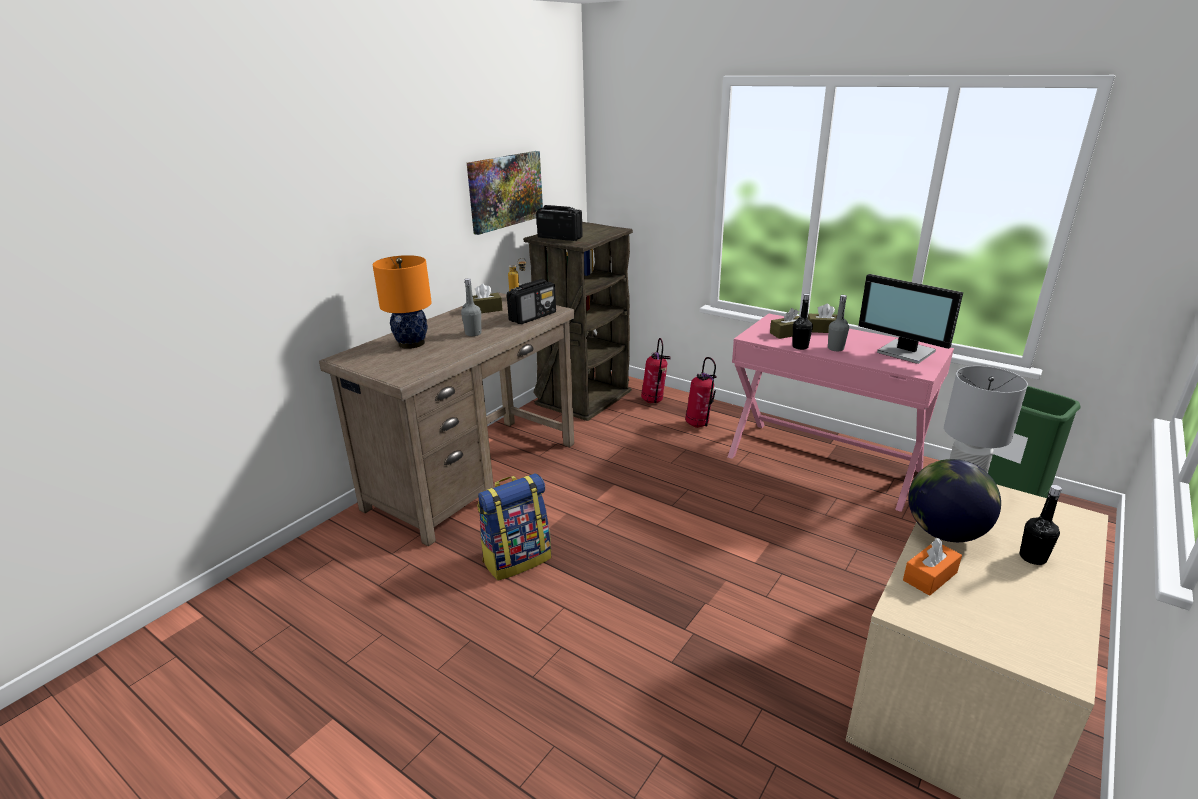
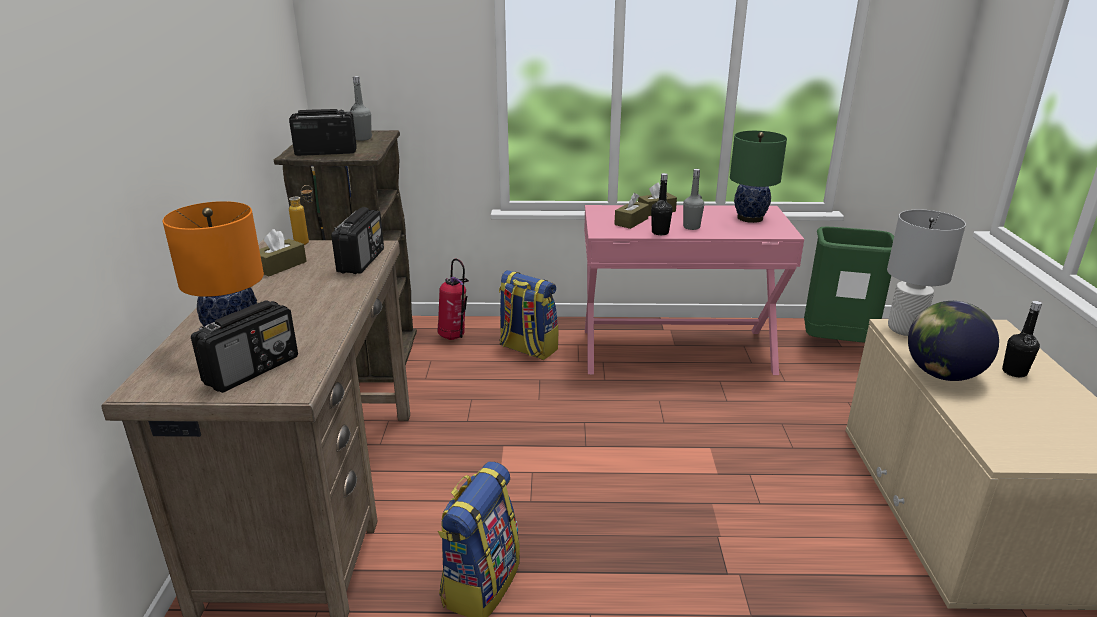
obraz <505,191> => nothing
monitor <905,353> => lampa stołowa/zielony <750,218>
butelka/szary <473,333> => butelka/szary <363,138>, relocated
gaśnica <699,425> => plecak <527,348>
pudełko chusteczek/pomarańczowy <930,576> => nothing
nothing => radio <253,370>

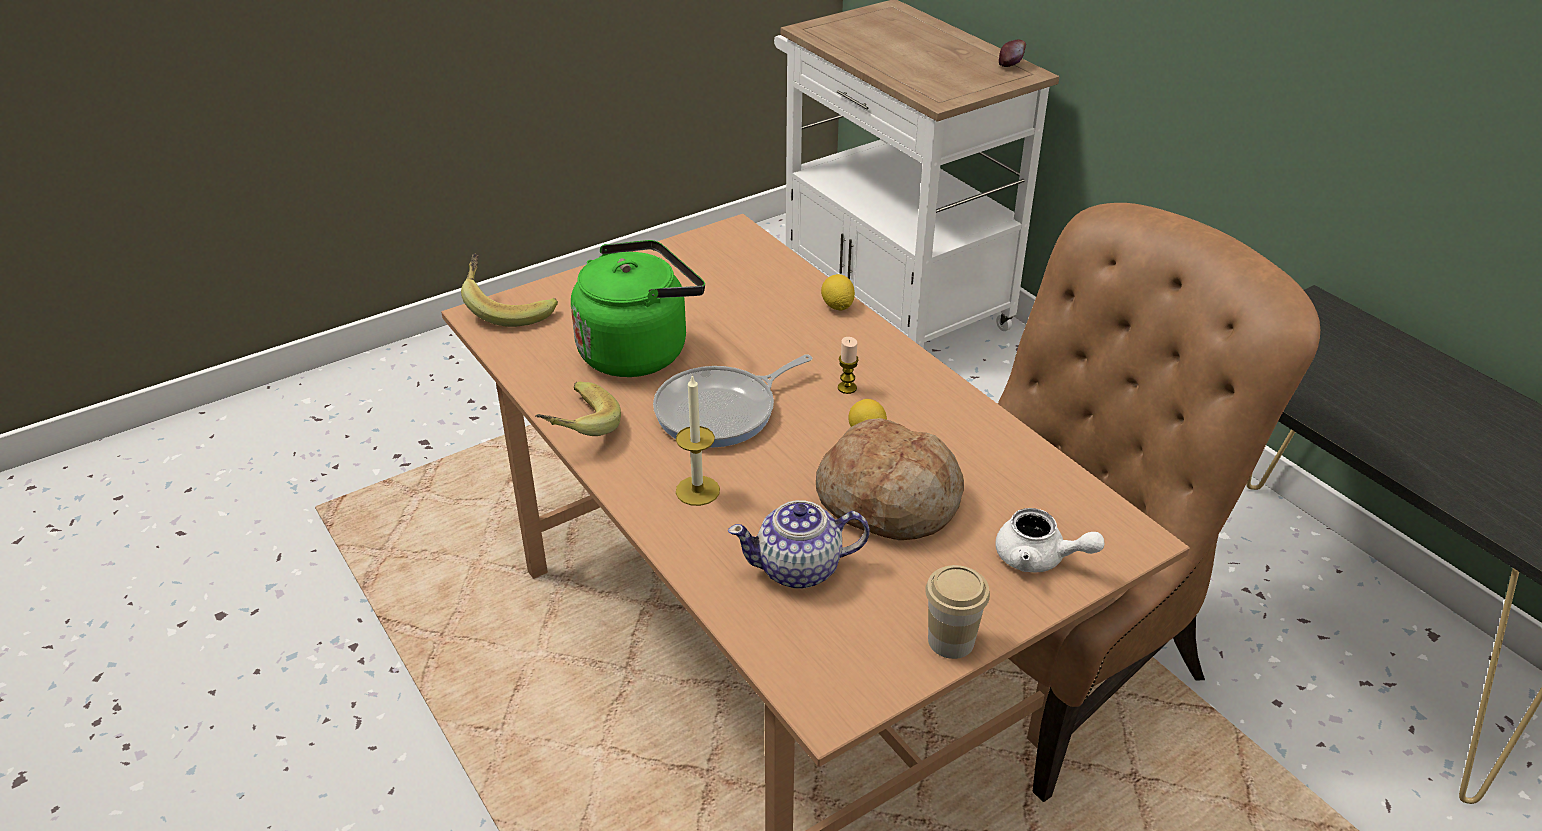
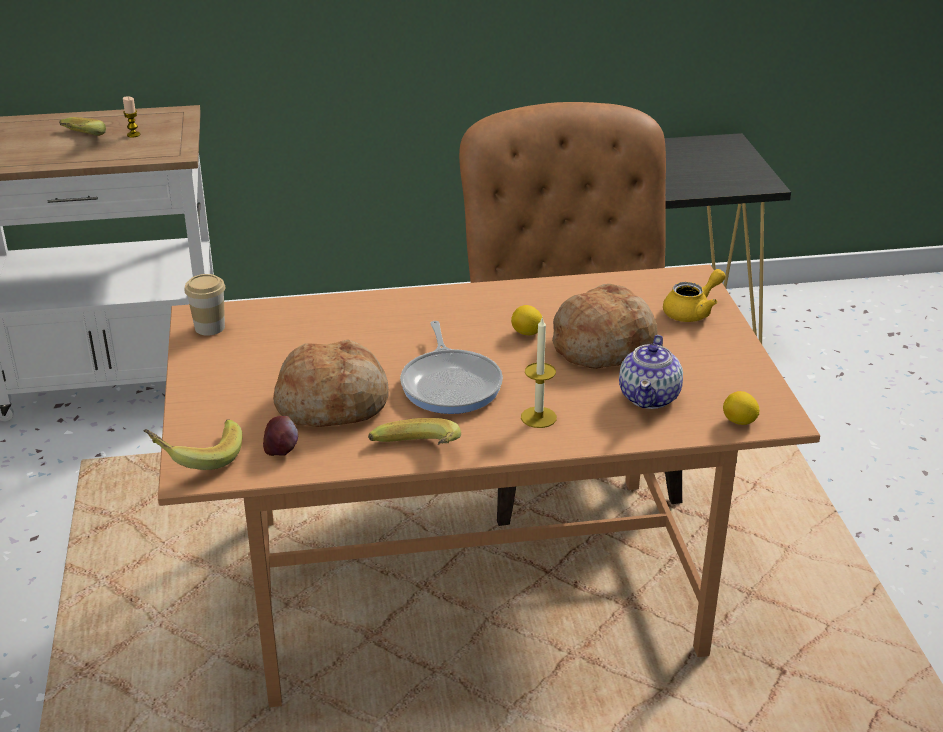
jabłko <1010,66> => jabłko <281,450>, relocated
czajnik/zielony <639,350> => chleb <333,403>
cytryna <837,306> => cytryna <739,422>, relocated
świeca <847,388> => świeca <133,134>, relocated
imbryk/biały <1039,559> => imbryk/żółty <692,311>
filiżanka <951,641> => filiżanka <209,327>, relocated
nothing => banan <75,142>

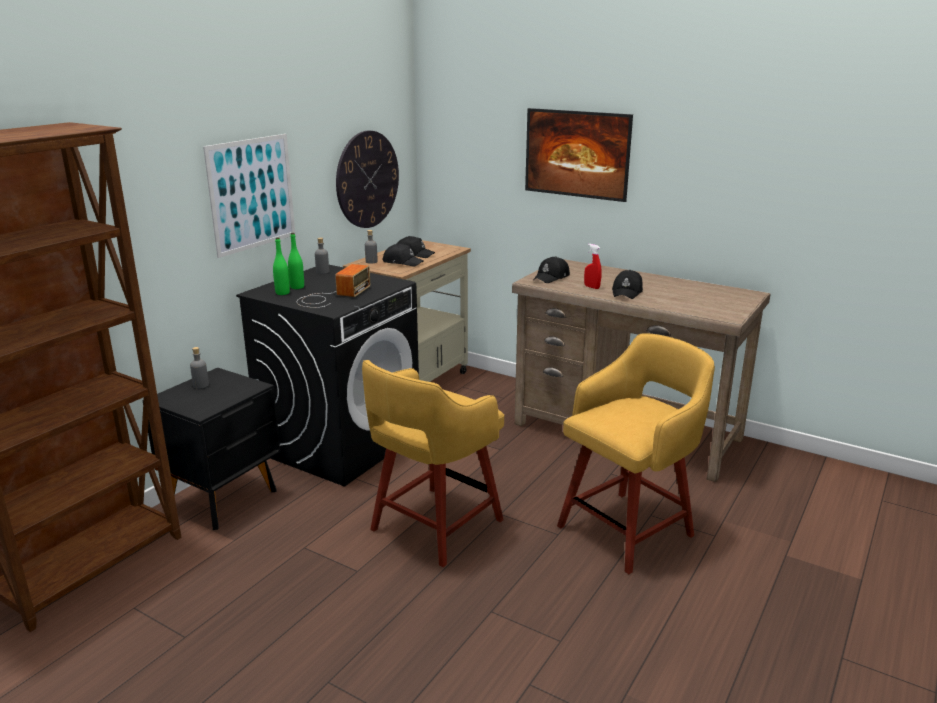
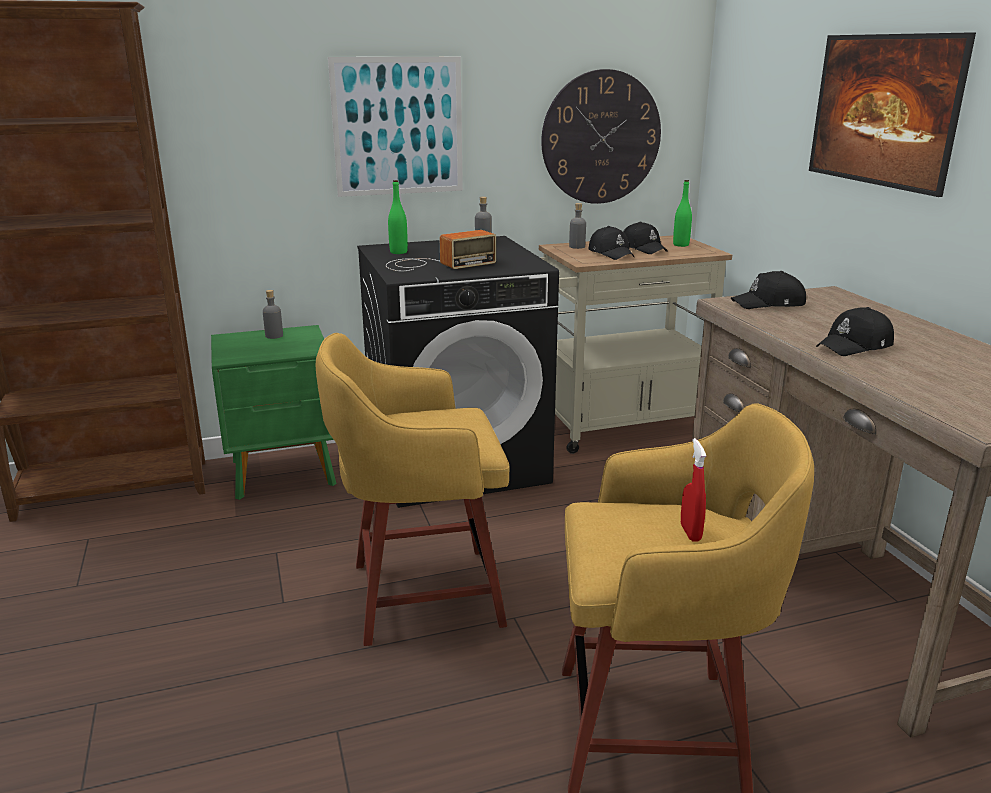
butelka/zielony <297,287> => butelka/zielony <681,245>, relocated
spryskiwacz/czerwony <591,287> => spryskiwacz/czerwony <690,533>, relocated
szafka nocna/czarny <224,498> => szafka nocna/zielony <285,473>

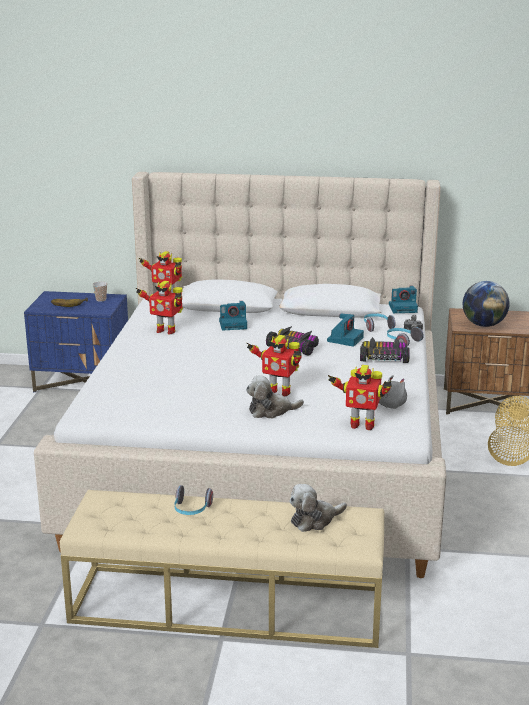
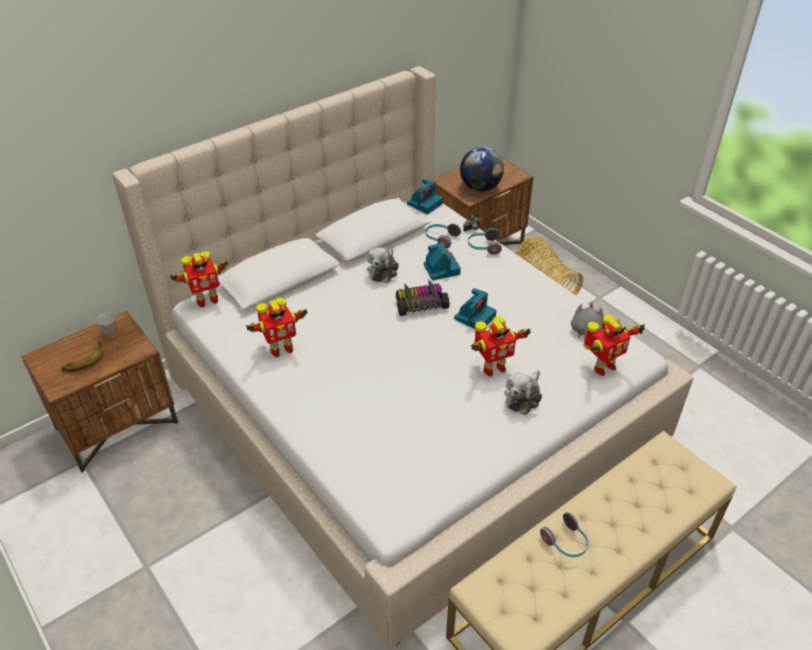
szafka nocna/niebieski <83,382> => szafka nocna/brązowy <118,425>
aparat fotograficzny <233,324> => aparat fotograficzny <475,317>, relocated
samochodzik <384,358> => nothing
pluszak <314,520> => pluszak <383,270>, relocated

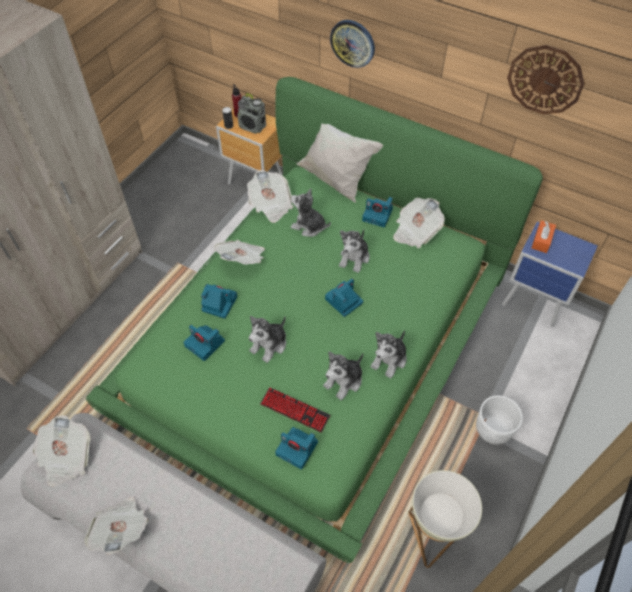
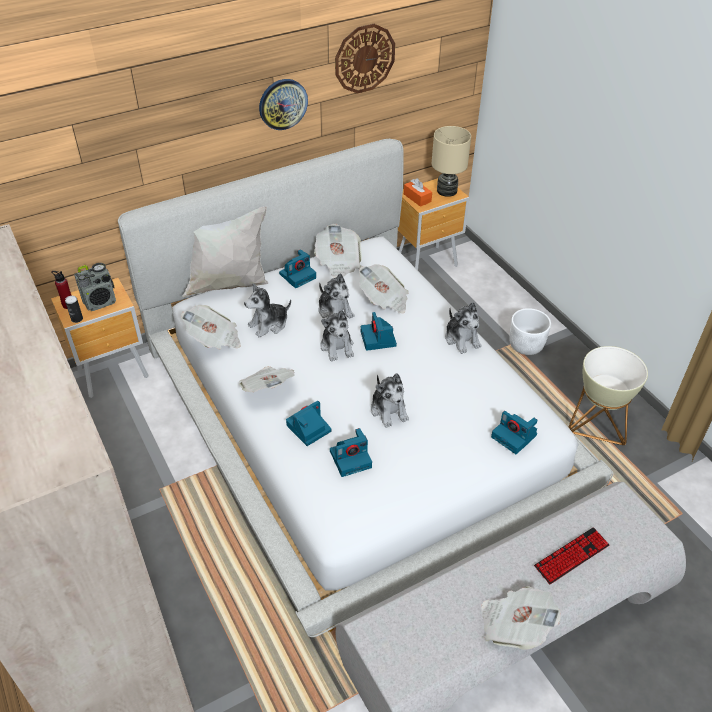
zegar ścienny <353,43> => zegar ścienny <283,104>, relocated
łóżko/zielony <316,339> => łóżko/biały <355,415>
szafka nocna/niebieski <534,304> => szafka nocna/brązowy <428,264>
pluszak <344,381> => pluszak <337,347>, relocated
klawiatura <295,410> => klawiatura <571,556>, relocated
gazeta <66,457> => gazeta <384,300>, relocated
aparat fotograficzny <298,448> => aparat fotograficzny <515,436>, 75 degrees clockwise
nothing => lampa stołowa/beżowy <447,191>

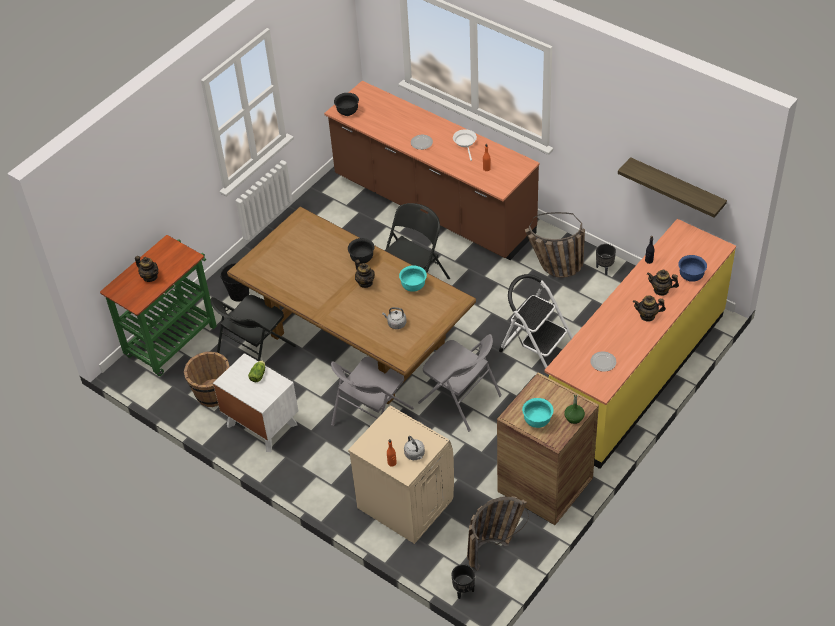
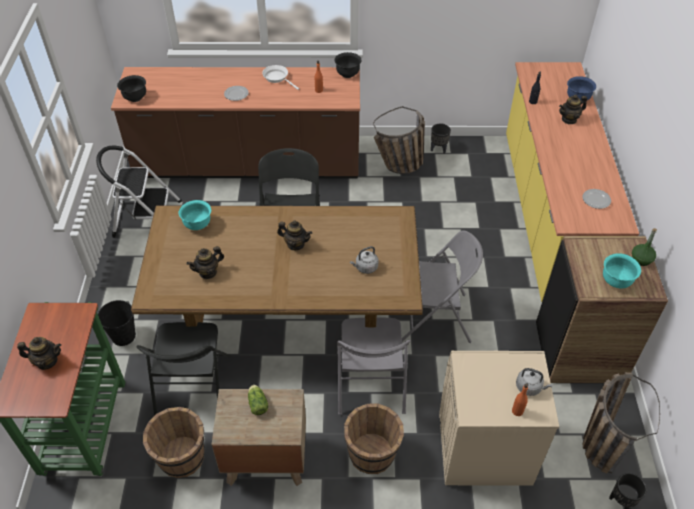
półka <676,188> => nothing
miska/czarny <362,259> => miska/czarny <348,74>, relocated
miska/turkusowy <413,286> => miska/turkusowy <197,225>, relocated
drabinka <535,347> => drabinka <145,218>, relocated
imbryk <647,316> => imbryk <208,272>, relocated
szafka nocna/biały <261,424> => szafka nocna/brązowy <265,459>
nothing => wiadro/brązowy <372,454>

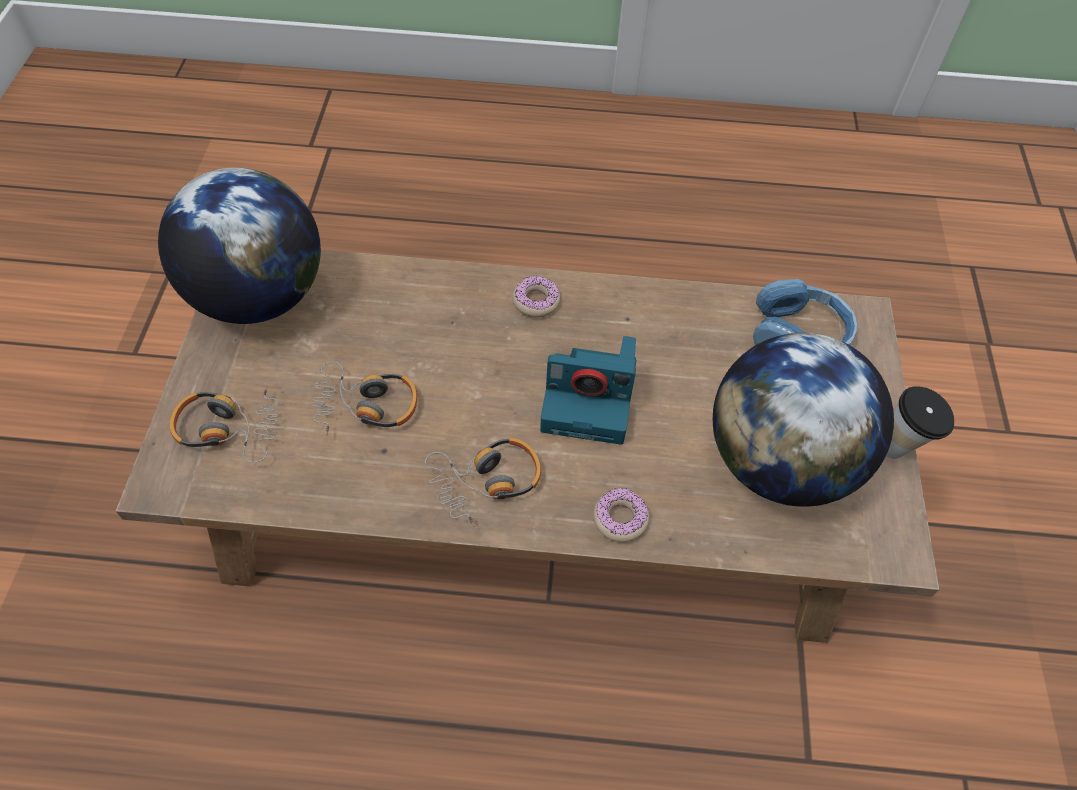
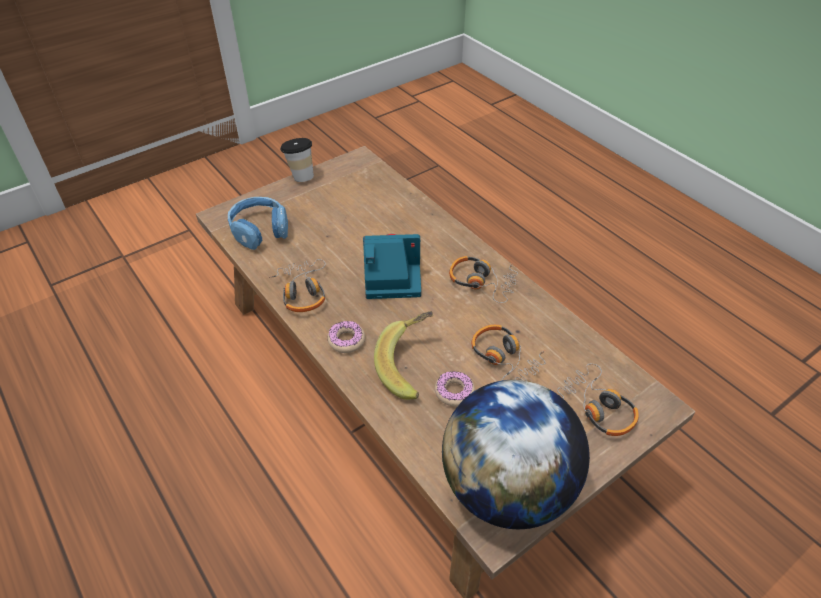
globus <779,461> => nothing
aparat fotograficzny <590,400> => aparat fotograficzny <390,277>, 60 degrees counterclockwise
donut <620,519> => donut <454,392>, relocated
nothing => słuchawki <302,291>
nothing => banan <411,366>

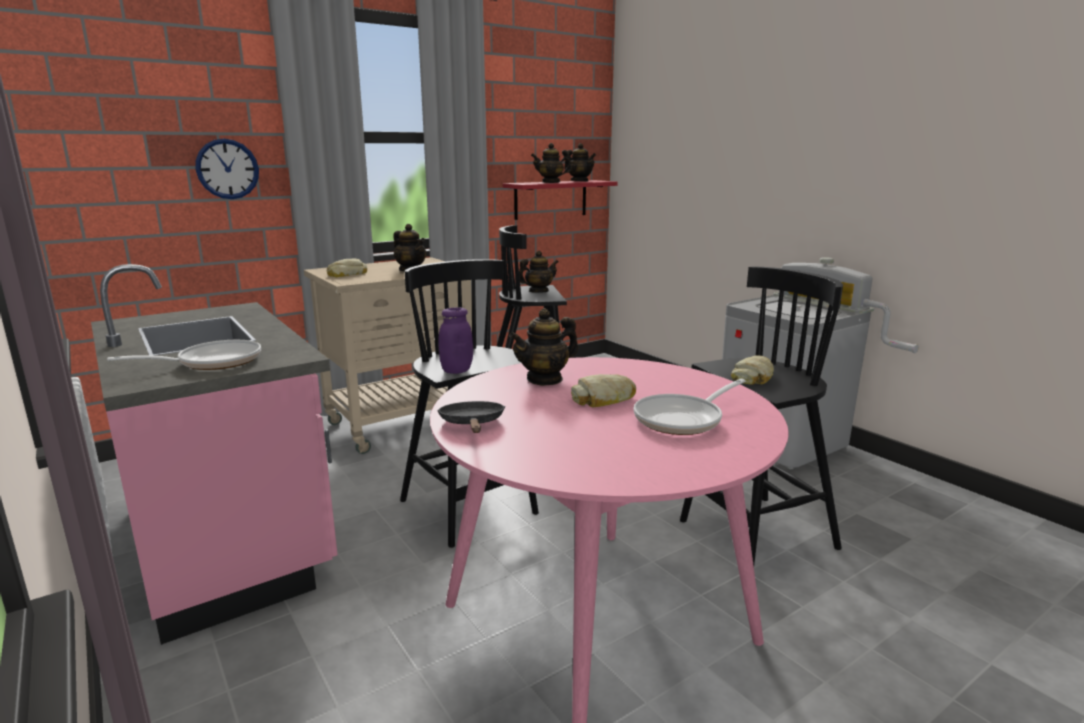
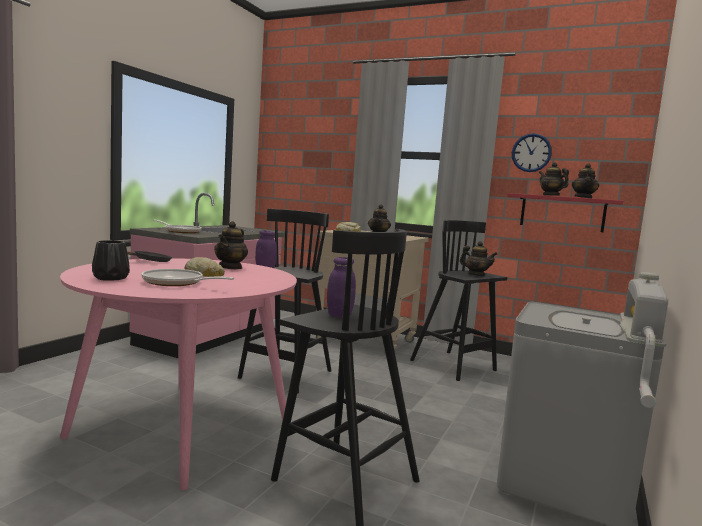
zegar ścienny <227,169> => zegar ścienny <531,153>, relocated
imbryk <545,379> => imbryk <231,267>, 105 degrees counterclockwise
chleb <754,377> => słoik/fioletowy <339,315>
nothing => wazon/czarny <111,278>

